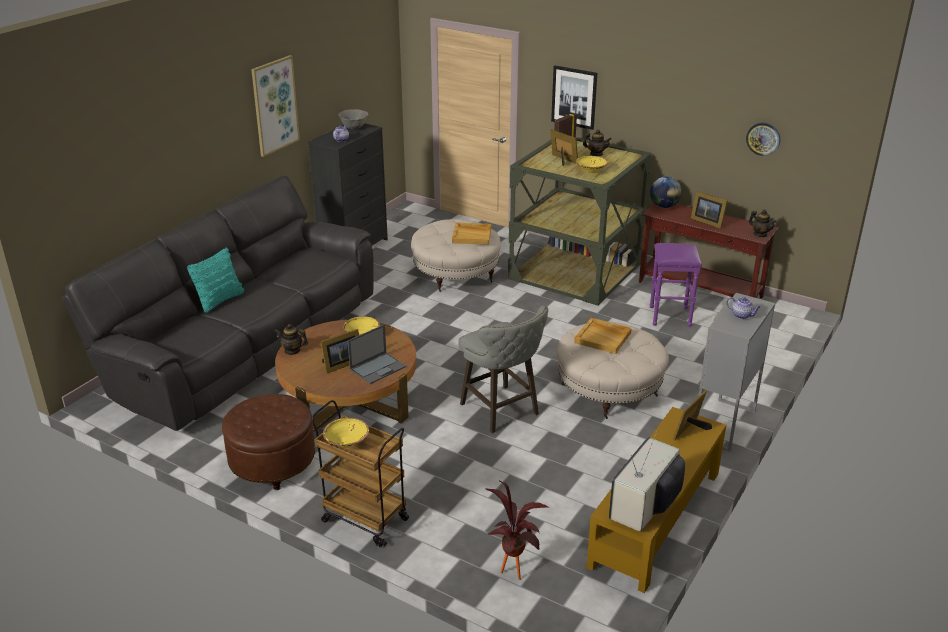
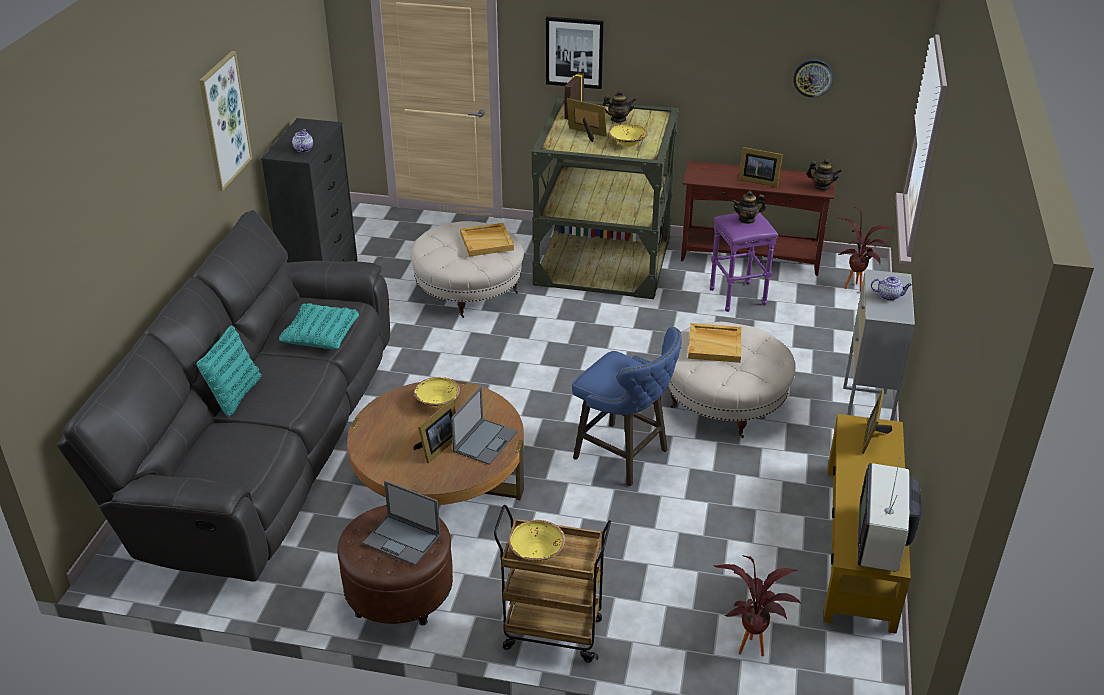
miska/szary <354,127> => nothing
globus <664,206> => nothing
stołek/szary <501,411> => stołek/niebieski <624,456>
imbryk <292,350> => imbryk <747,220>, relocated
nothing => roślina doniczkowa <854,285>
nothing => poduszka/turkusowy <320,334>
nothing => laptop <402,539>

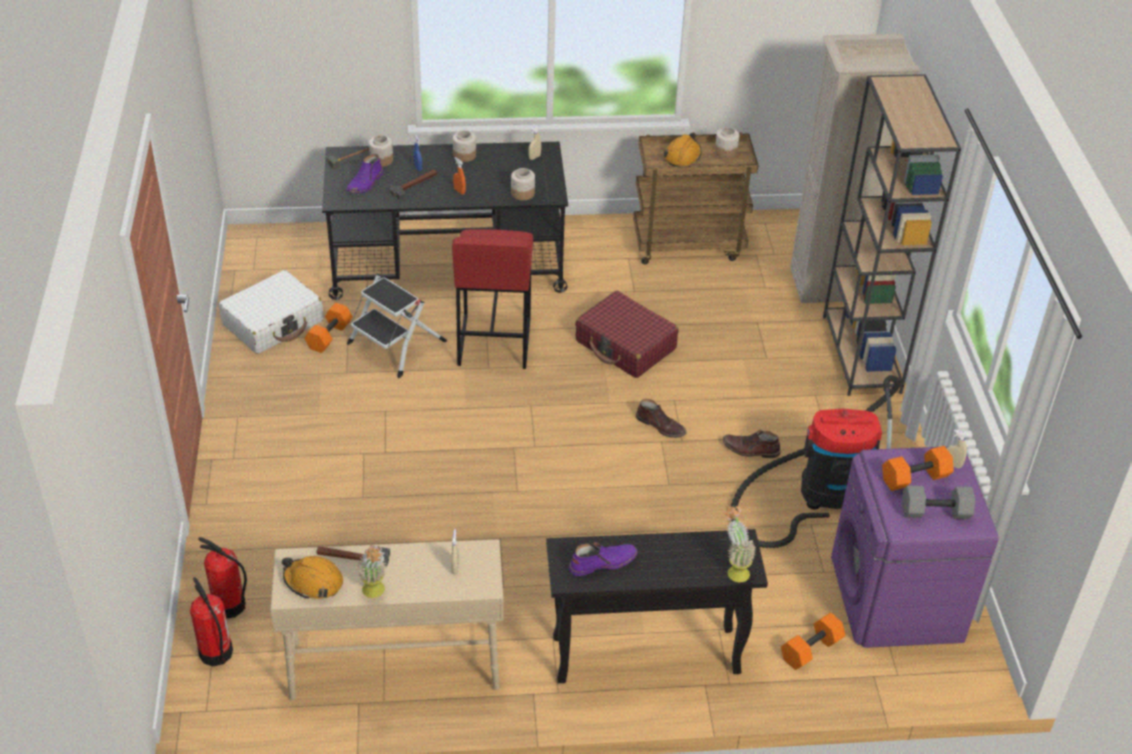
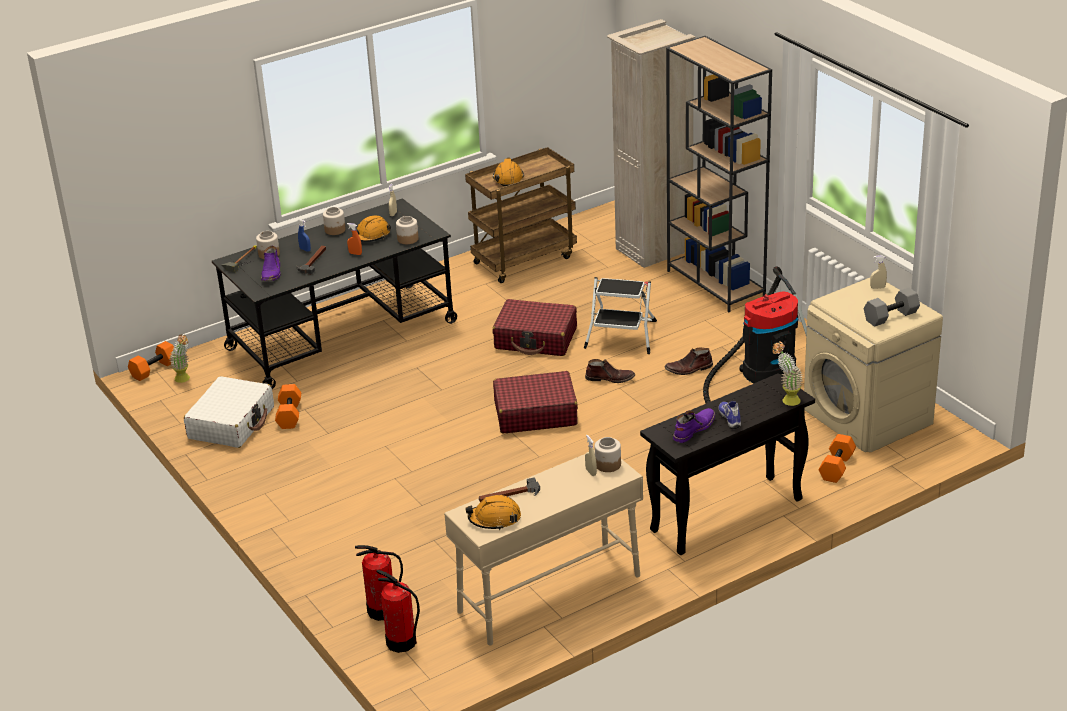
słoik <725,151> => słoik <607,464>, relocated
stołek/czerwony <494,343> => nothing
drabinka <397,344> => drabinka <622,335>, relocated
pralka/fioletowy <894,598> => pralka/beżowy <866,417>
hantel/pomarańczowy <915,479> => hantel/pomarańczowy <154,370>, relocated
roślina doniczkowa <375,593> => roślina doniczkowa <185,379>, relocated
nothing => kask/pomarańczowy <371,236>
nothing => walizka/czerwony <535,413>
nothing => but <730,419>

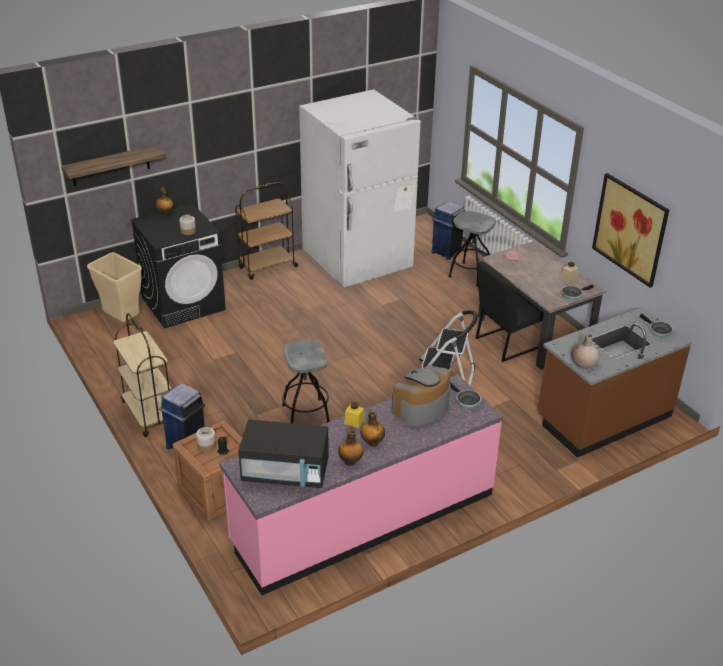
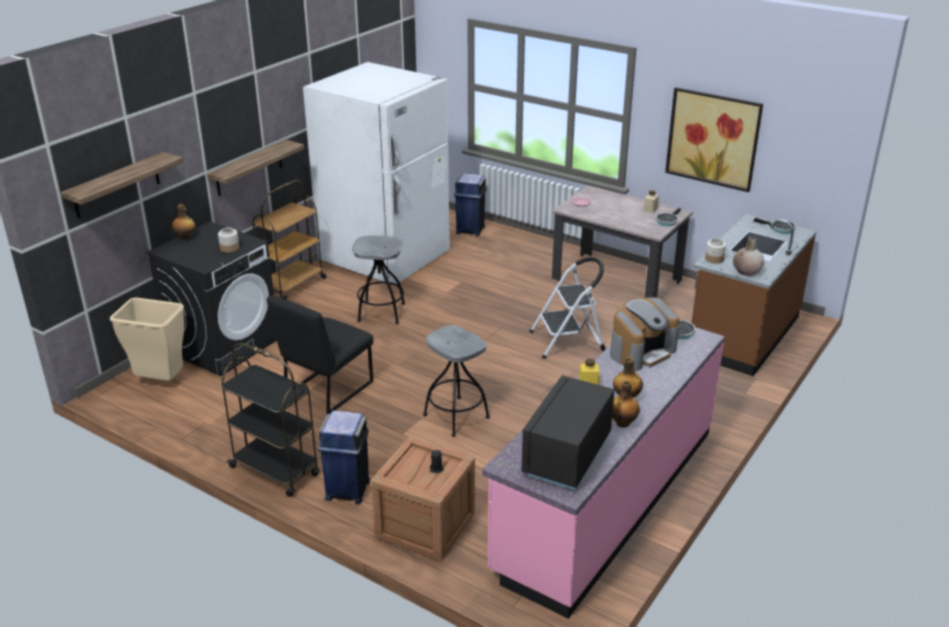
stołek/szary <470,274> => stołek/szary <382,312>, relocated
krzesło/czarny <508,342> => krzesło/czarny <326,389>, relocated
wózek/beżowy <148,415> => wózek/czarny <275,472>
ekspres do kawy <421,408> => ekspres do kawy <641,351>, 150 degrees counterclockwise
mikrofalówka/czarny <285,473> => mikrofalówka/czarny <566,455>, 135 degrees clockwise
słoik <206,446> => słoik <714,259>, relocated
nothing => półka <249,168>

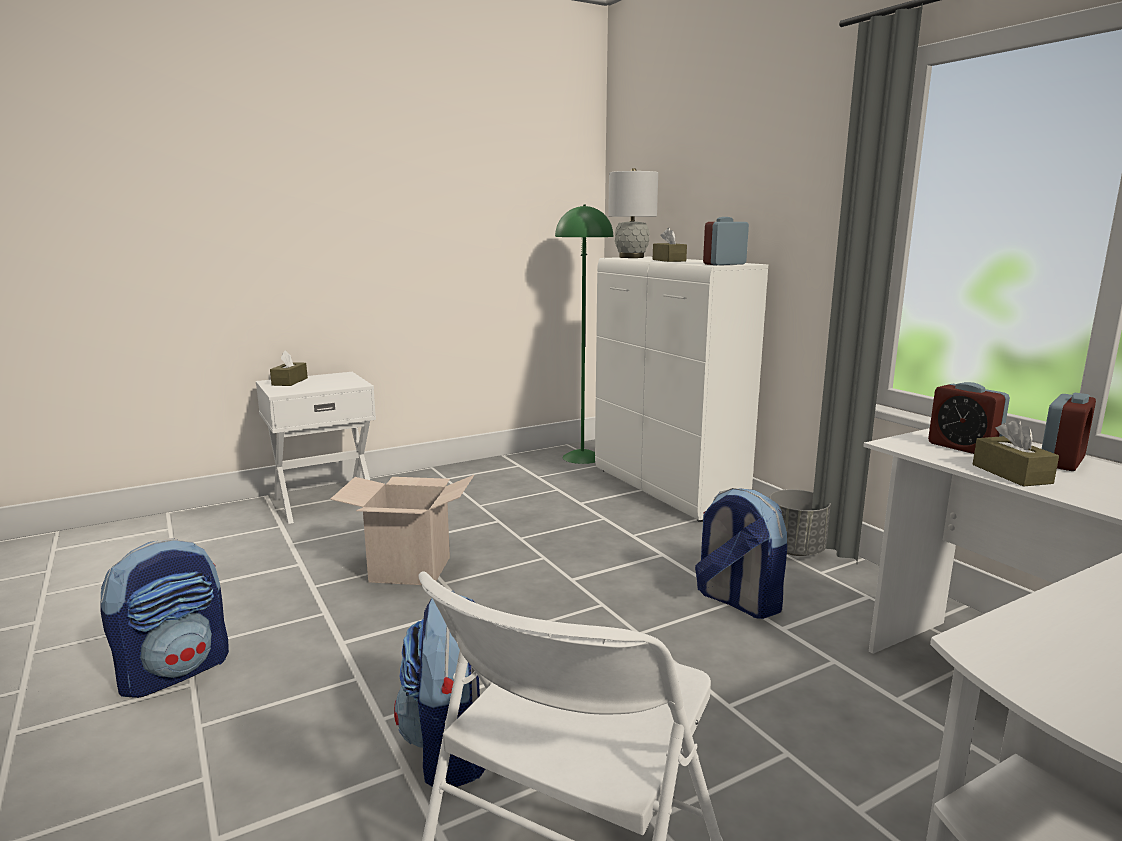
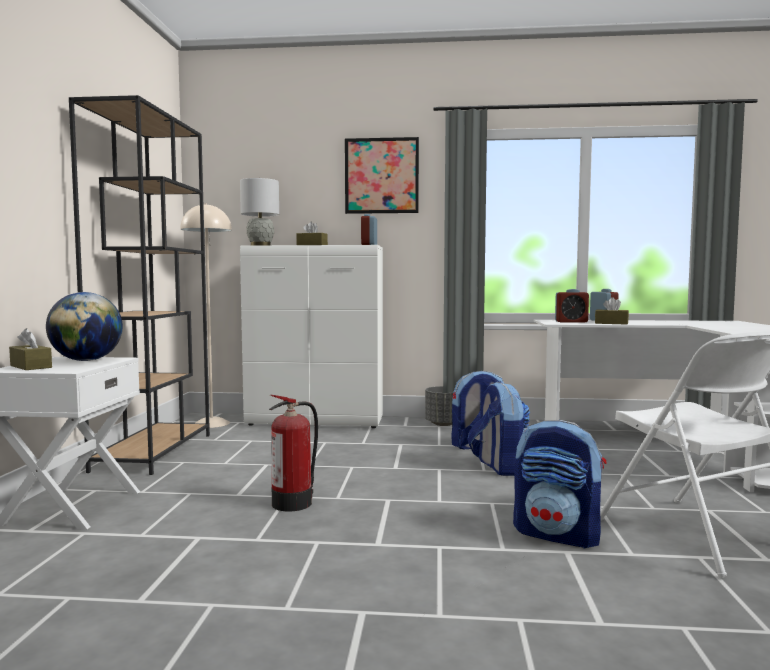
lampa stojąca/zielony <582,457> => lampa stojąca/beżowy <211,423>
karton <410,569> => gaśnica <294,503>
plecak <175,671> => plecak <499,467>, relocated
nothing => regał <154,452>
nothing => obraz <382,176>
nothing => globus <86,360>

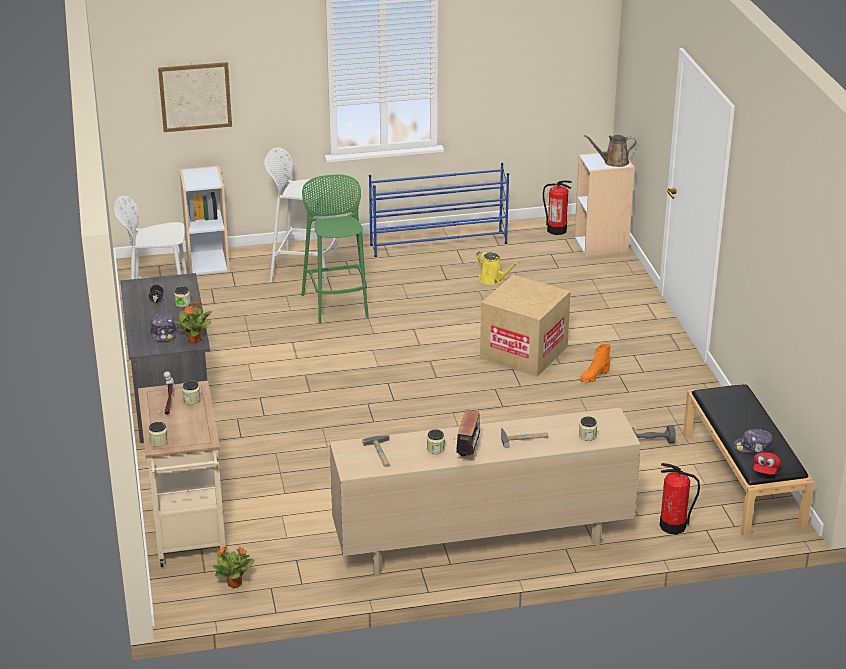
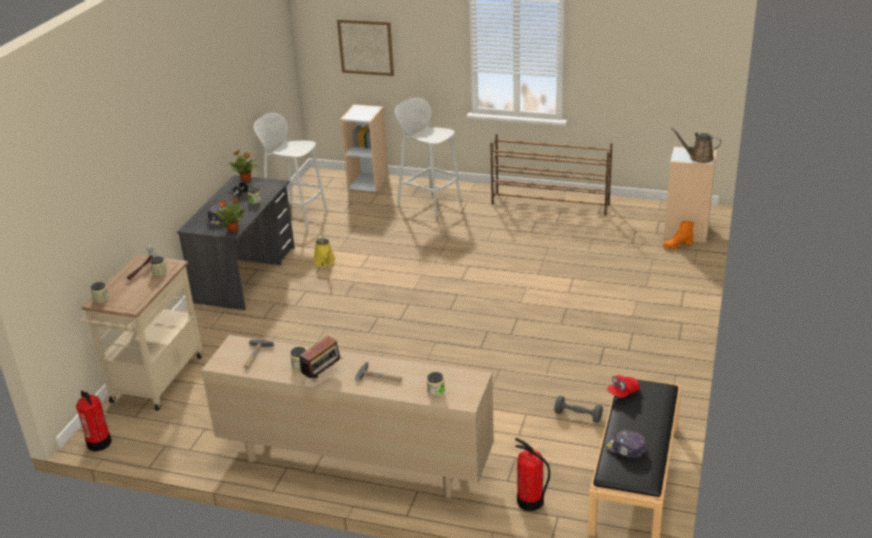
regał na buty/niebieski <439,244> => regał na buty/brązowy <550,204>
stołek/zielony <338,304> => nothing
gaśnica <556,230> => gaśnica <99,443>, relocated
konewka/żółty <493,279> => konewka/żółty <325,262>, relocated
karton <524,352> => nothing
but z cholewką/pomarańczowy <594,376> => but z cholewką/pomarańczowy <677,246>, relocated
czapka z daszkiem/czerwony <765,470> => czapka z daszkiem/czerwony <622,393>, relocated
roślina doniczkowa <235,583> => roślina doniczkowa <246,180>, relocated

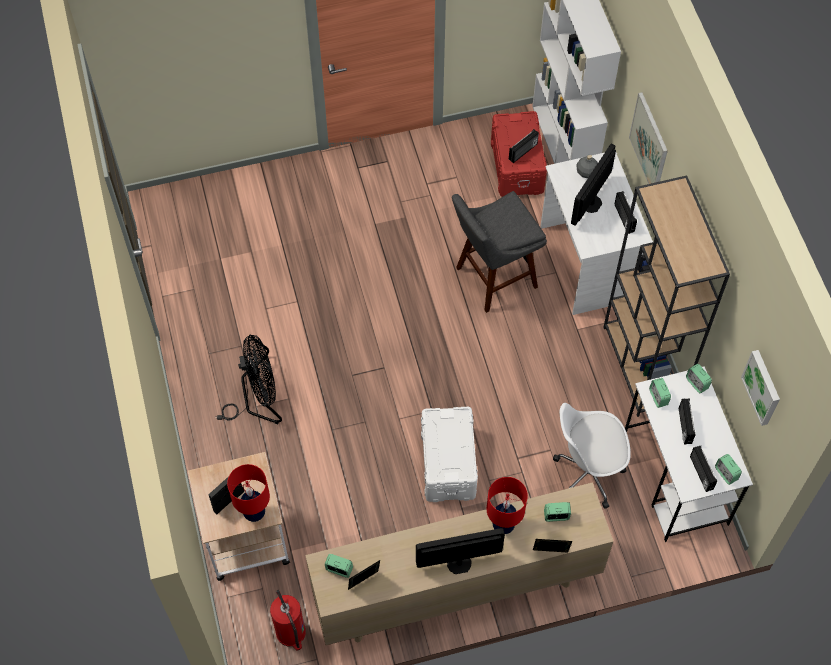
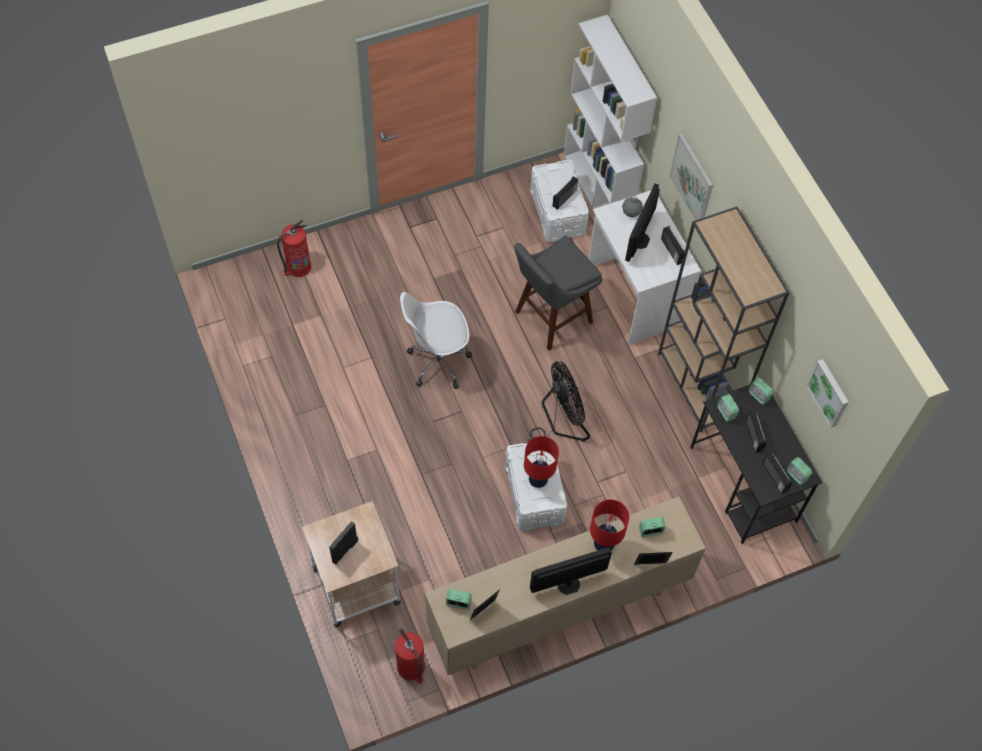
pojemnik do przechowywania/czerwony <516,166> => pojemnik do przechowywania/biały <557,212>
wentylator/czarny <256,395> => wentylator/czarny <558,418>, relocated
biurko/biały <676,478> => biurko/czarny <743,485>
krzesło biurowe/biały <585,475> => krzesło biurowe/biały <437,363>, relocated
lampa stołowa/czerwony <255,512> => lampa stołowa/czerwony <538,480>, relocated
nothing => gaśnica <298,267>

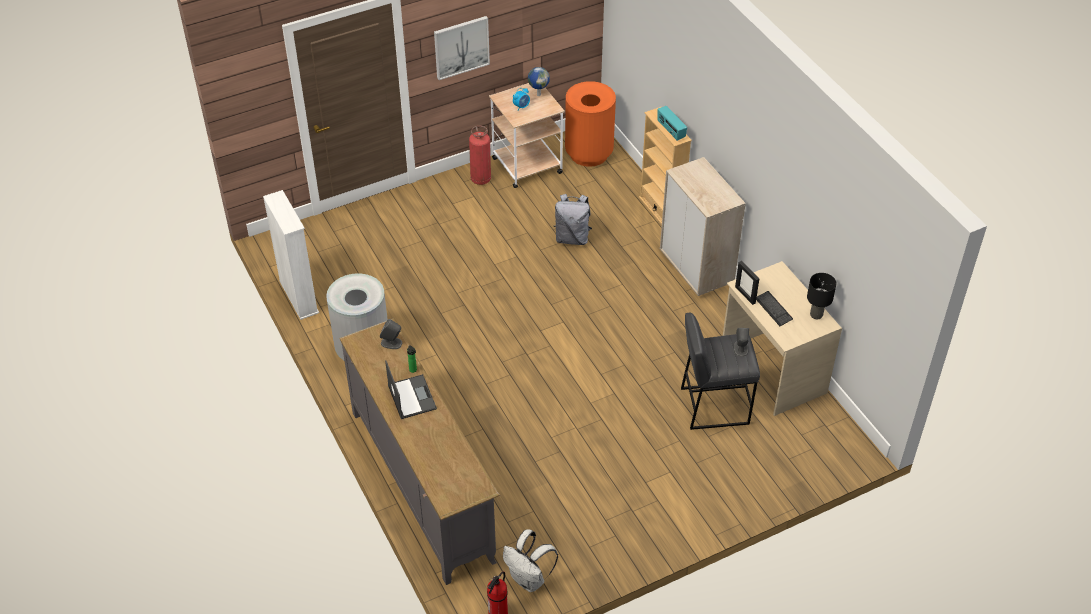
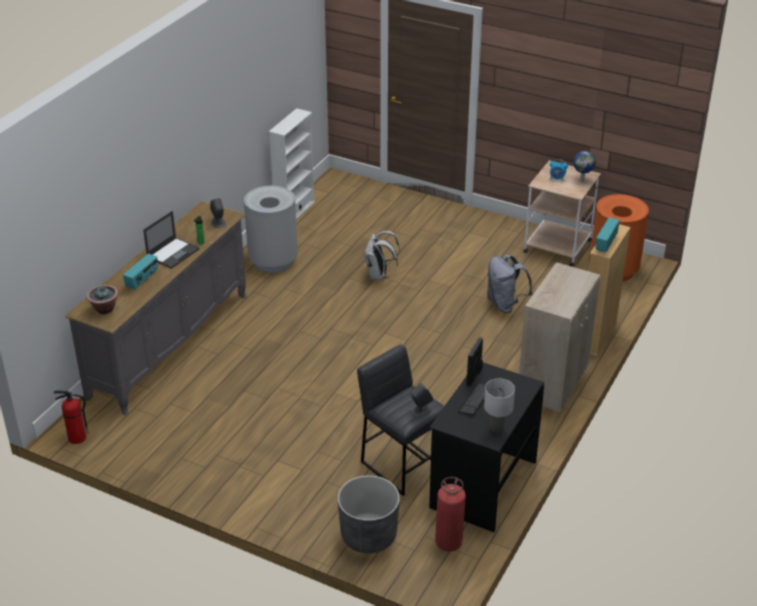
obraz <461,47> => nothing
gaśnica <480,179> => gaśnica <448,543>, relocated
biurko/beżowy <772,371> => biurko/czarny <482,484>
lampa stołowa/czarny <816,316> => lampa stołowa/biały <496,429>
plecak/biały <529,579> => plecak/biały <379,276>, relocated
nothing => radio <142,280>
nothing => roślina doniczkowa <104,309>
nothing => donica/szary <368,536>

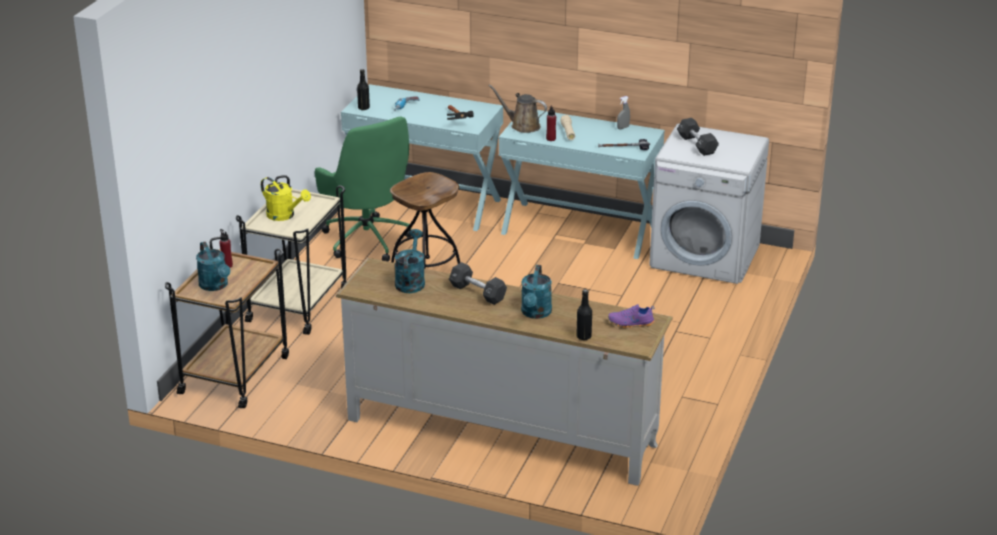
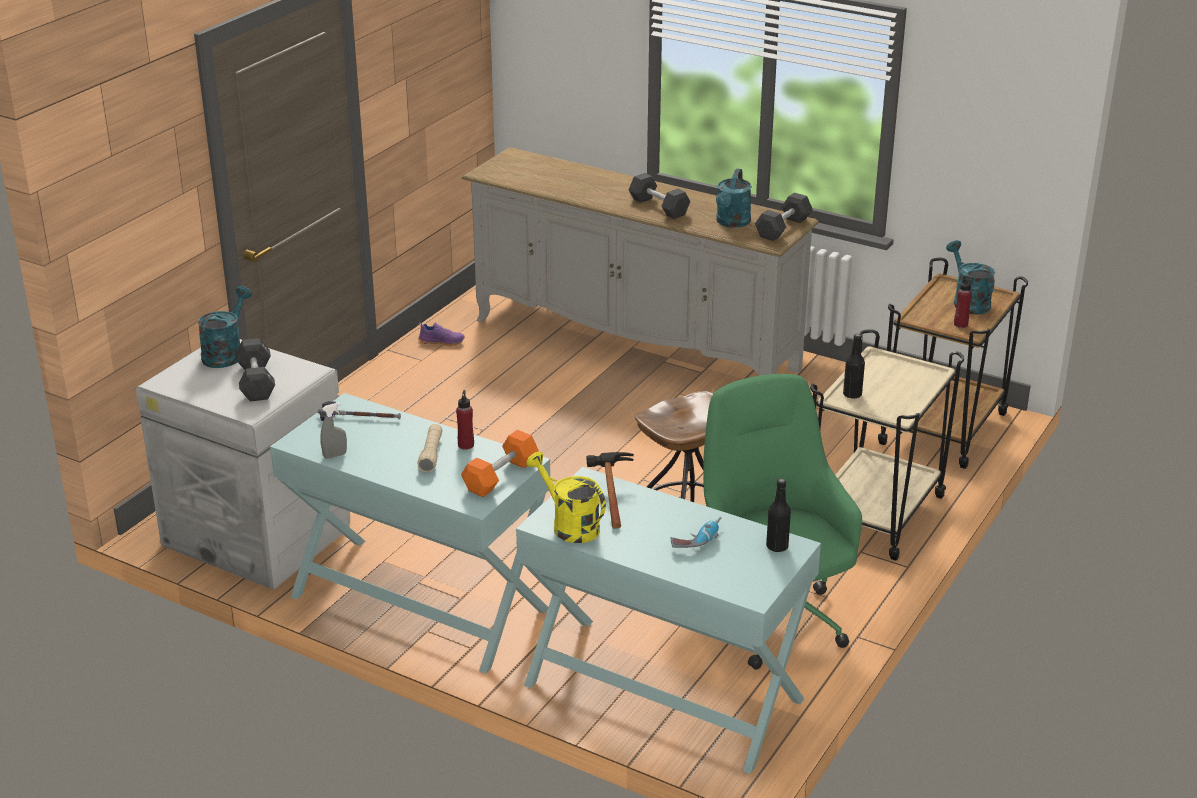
konewka/brązowy <522,126> => hantel/pomarańczowy <501,476>
konewka/żółty <285,215> => konewka/żółty <569,525>, relocated
konewka/turkusowy <535,313> => konewka/turkusowy <226,353>, relocated
butelka/czarny <583,336> => butelka/czarny <852,394>, relocated
but/fioletowy <631,323> => but/fioletowy <442,341>, relocated
nothing => hantel/czarny <783,228>

